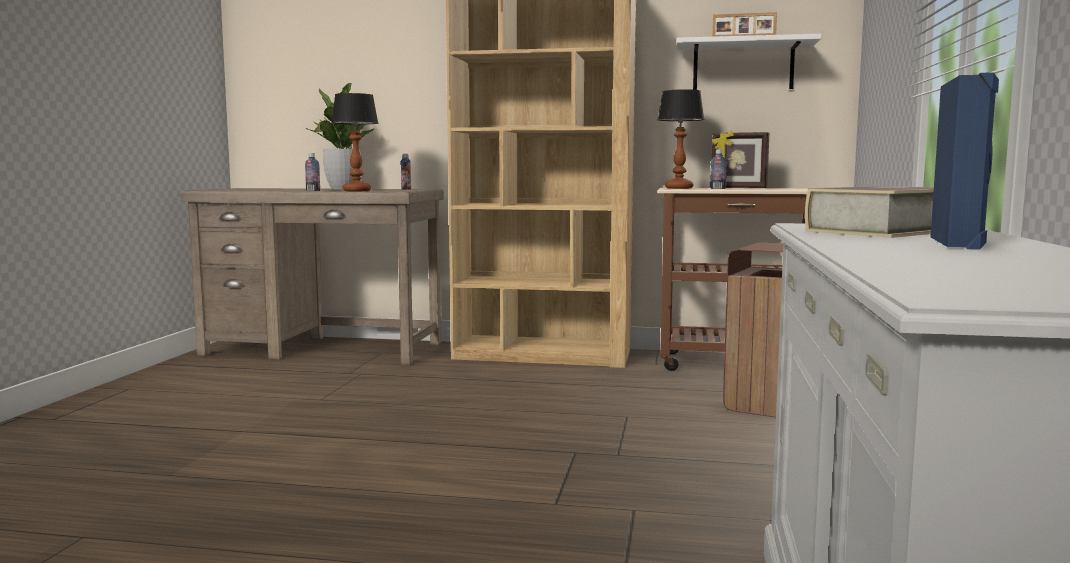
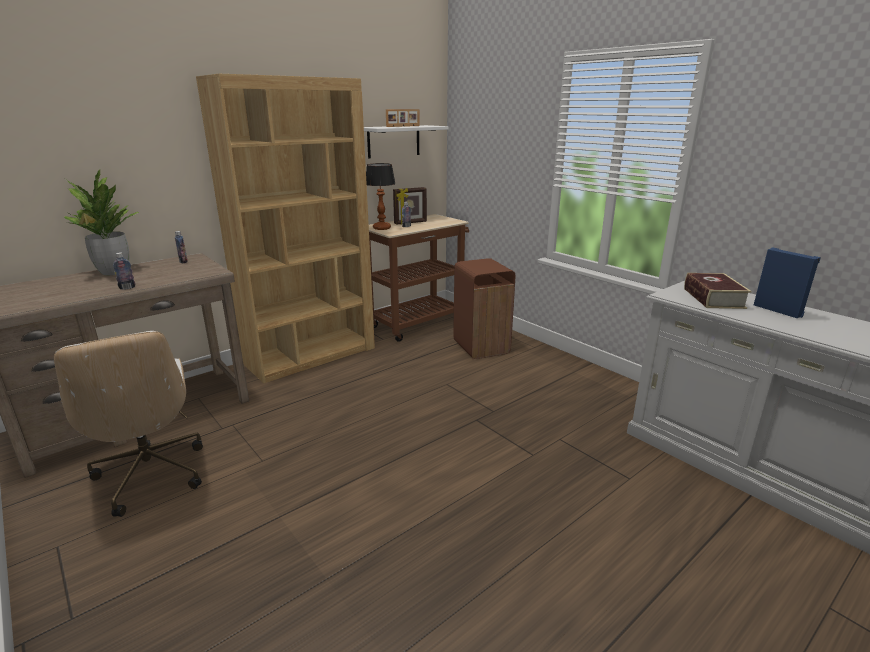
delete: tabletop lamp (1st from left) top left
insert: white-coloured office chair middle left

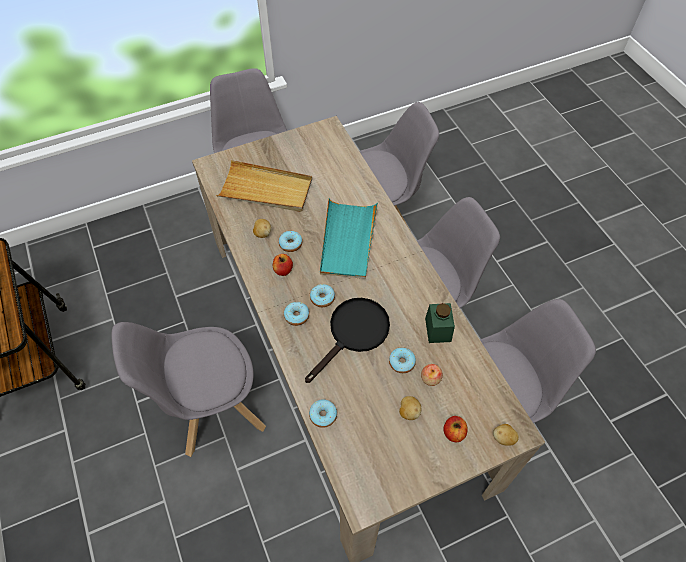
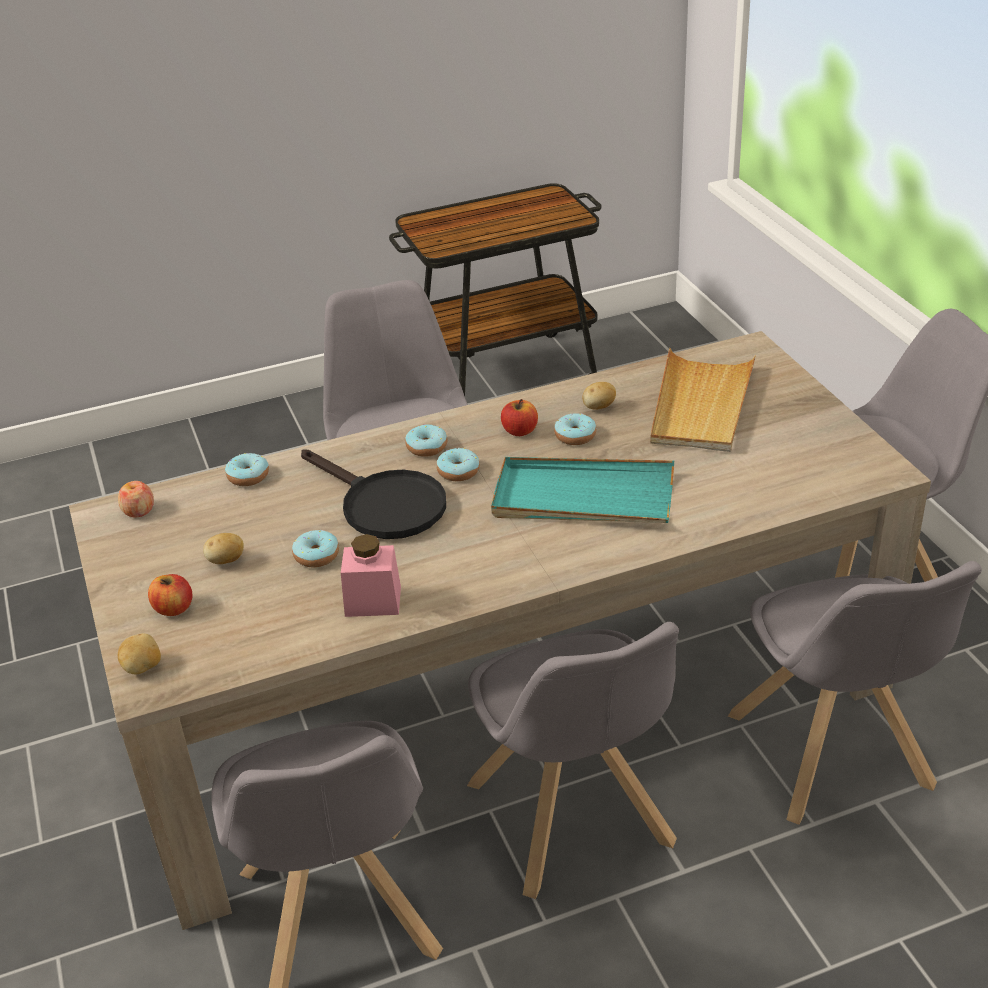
move: apple fruit (2nd from left in the first image) bottom centre to apple fruit (1st from left) middle left
recolor: greenish storage jar centre to pinkish storage jar centre

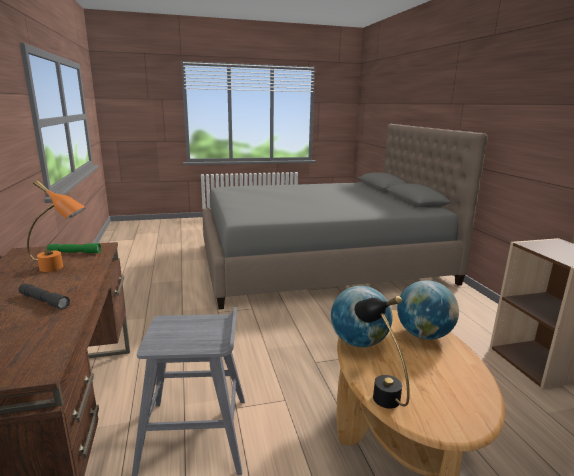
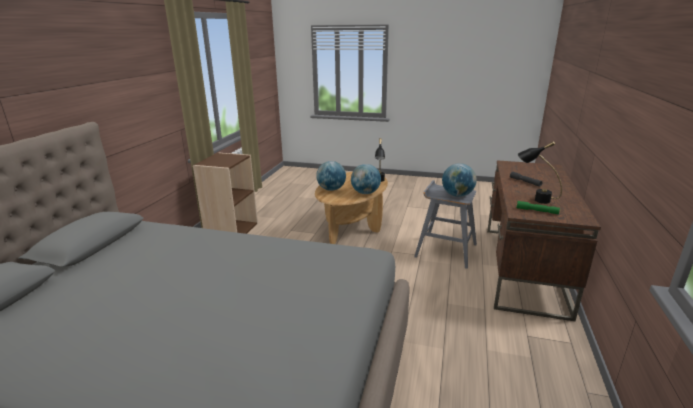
insert: globe (3rd from left) centre
recolor: orange-coloured tabletop lamp middle left to black-coloured tabletop lamp (2nd from left) middle right

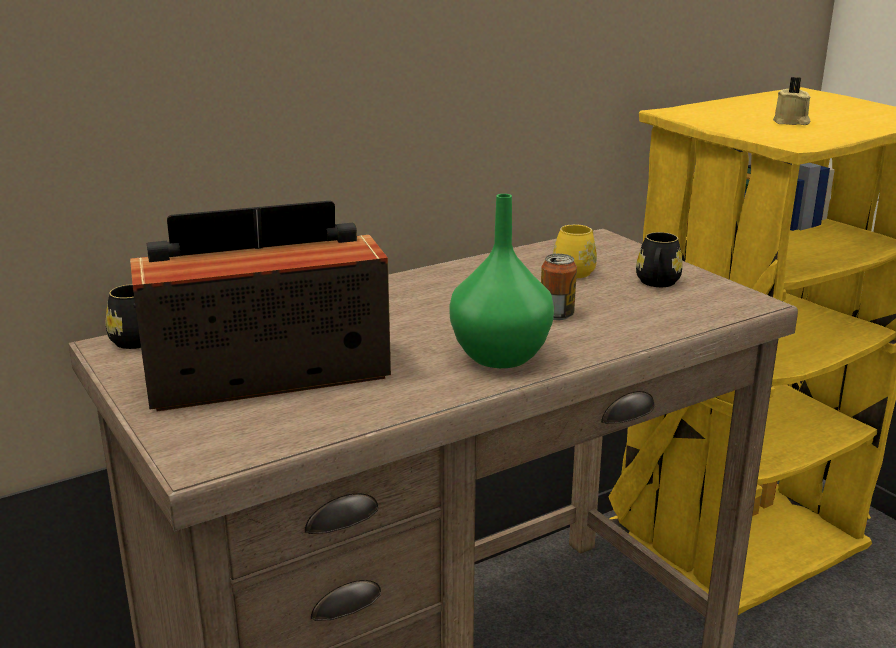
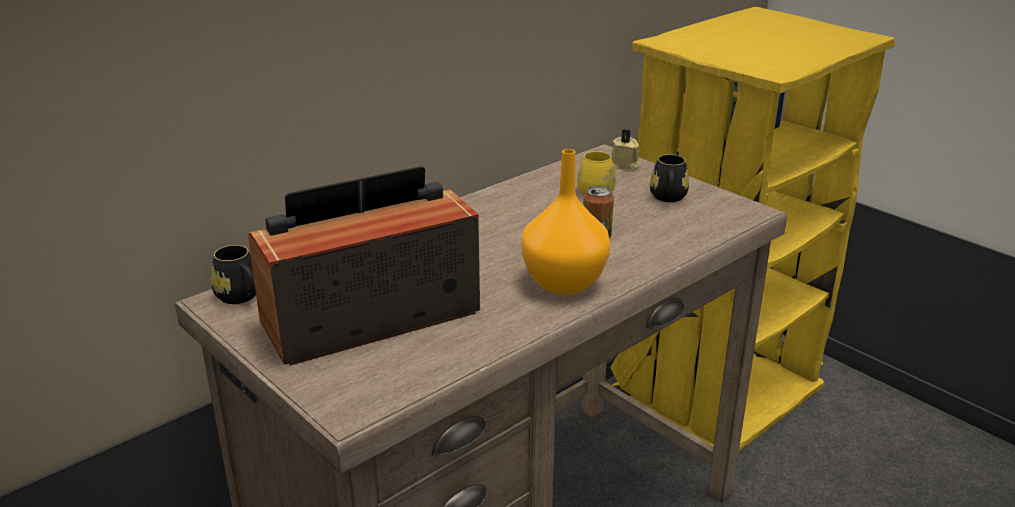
move: beige-coloured wax candle top right to top centre
recolor: greenish vase centre to orange-coloured vase centre

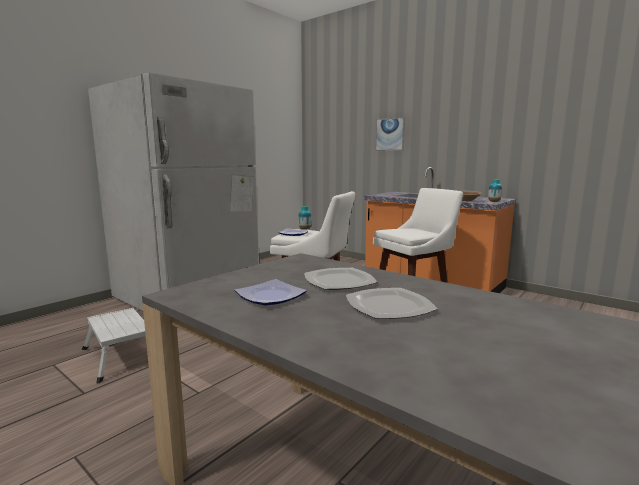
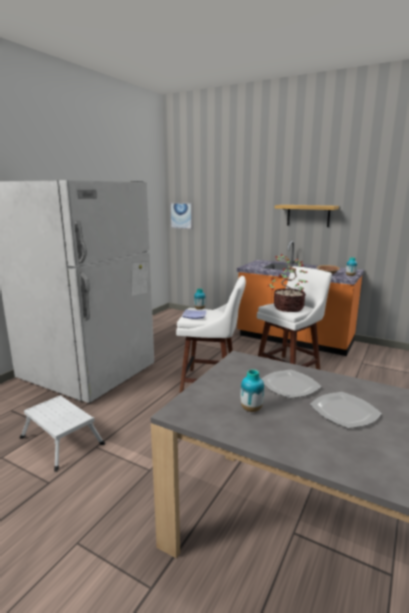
insert: potted plant middle right; shelf middle right
move: picture top centre to centre
replace: dinner plate (1st from left) centre to vase (2nd from left) centre

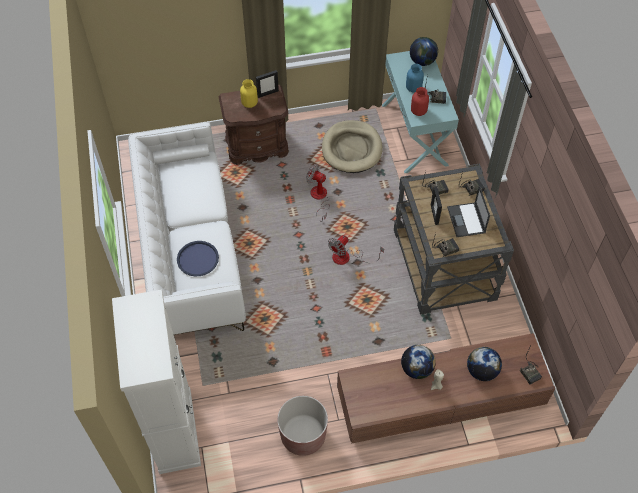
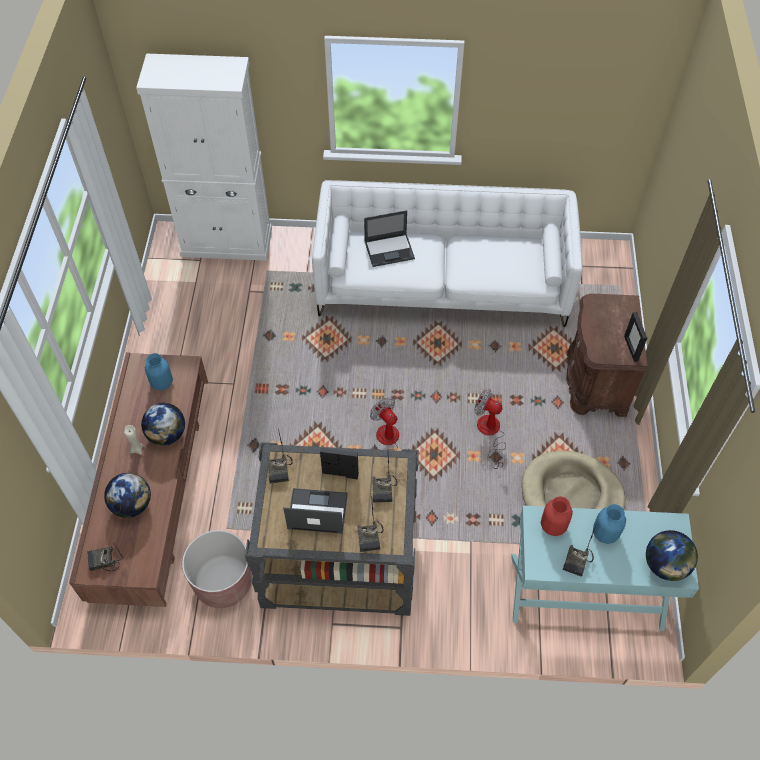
delete: yellowish vase top centre
insert: bluish vase (1st from left) middle left
move: brown-coloured flower pot bottom centre to bottom left
replace: bluish tray middle left to laptop (2nd from left) top centre
rotate: cooling fan (1st from left in the first image) centre = centre 105 degrees counterclockwise

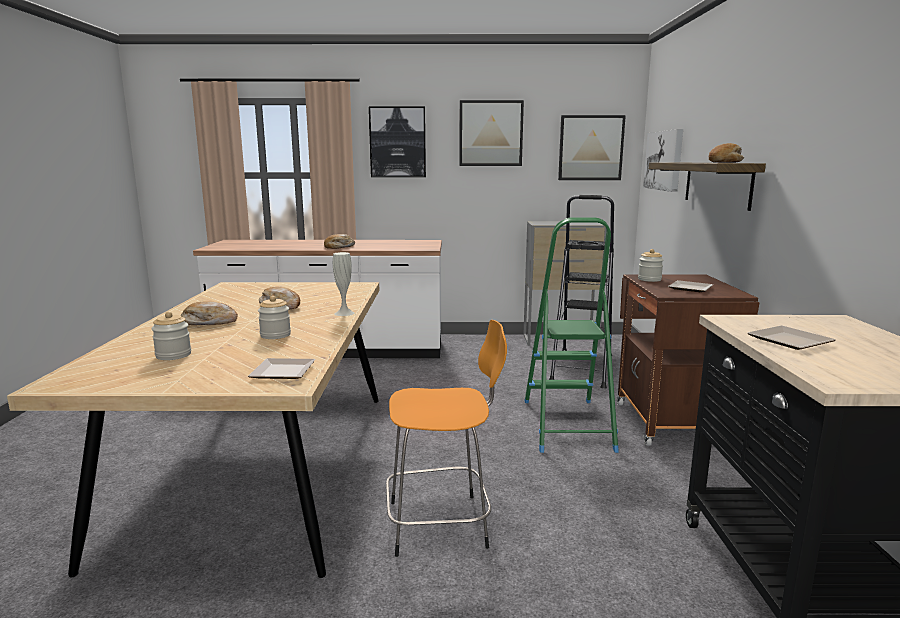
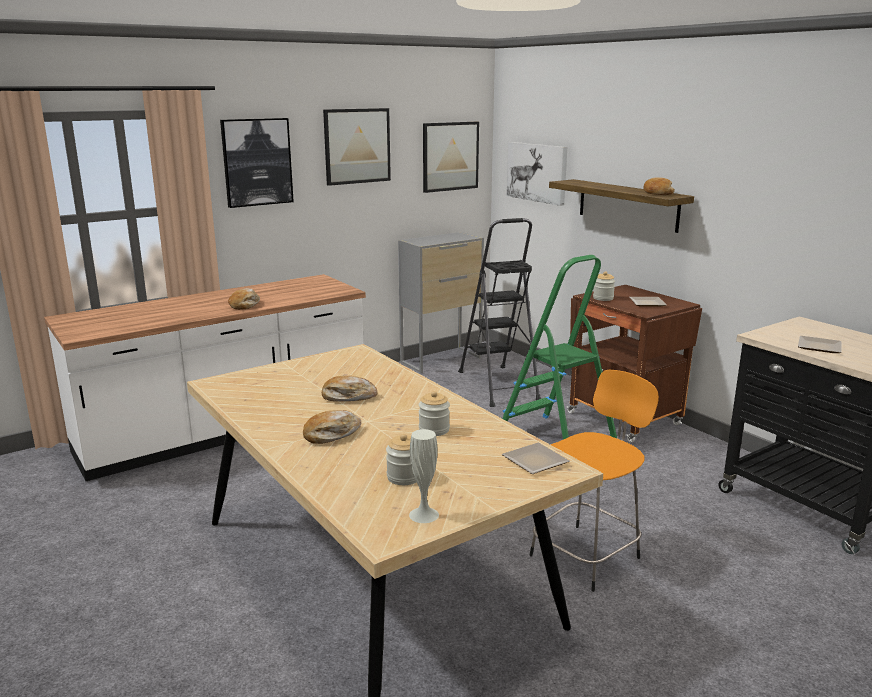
move: white-coloured vase centre to bottom centre

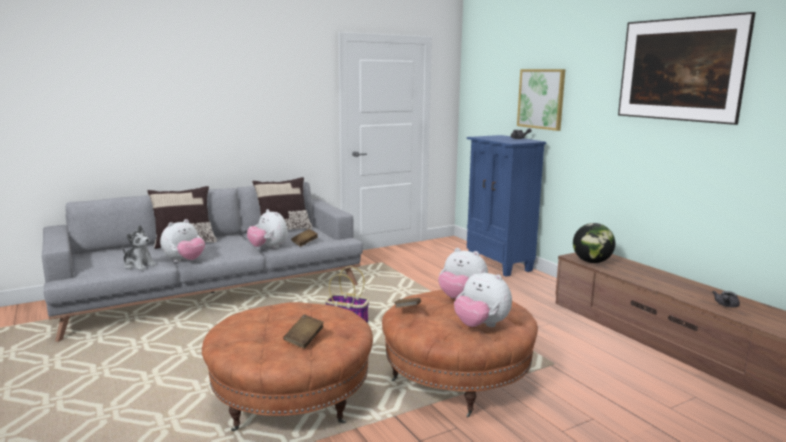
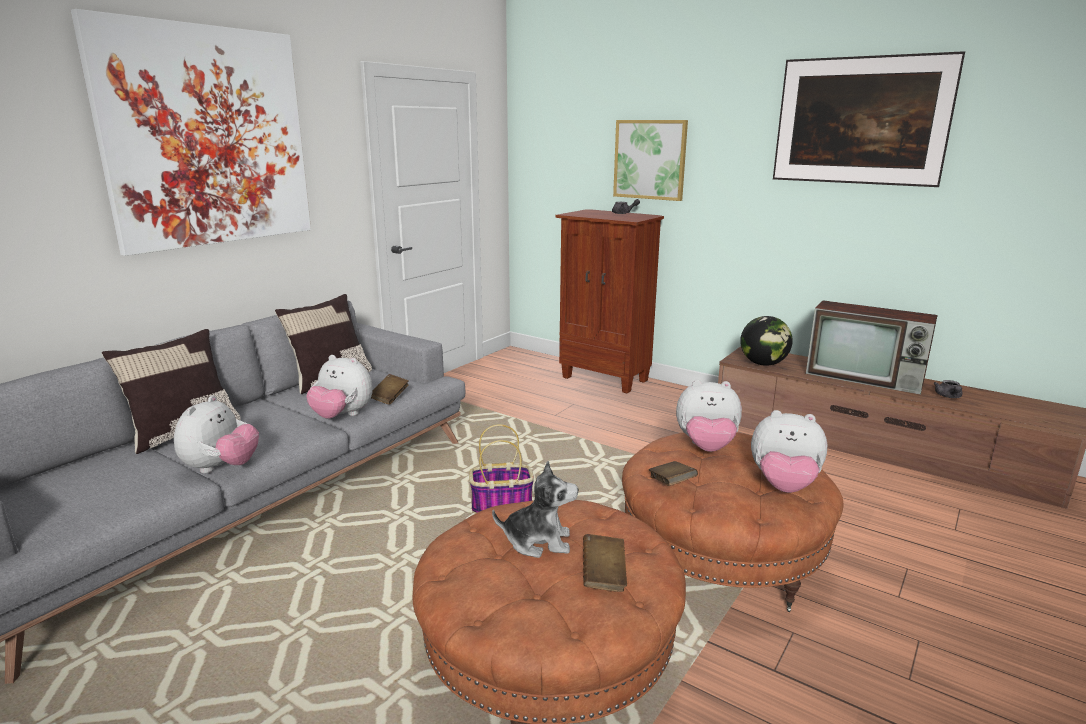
insert: picture (1st from left) top left; TV set middle right
move: plush toy (1st from left in the first image) middle left to plush toy (3rd from left) bottom centre
recolor: bluish storage cabinet centre to brown-coloured storage cabinet centre

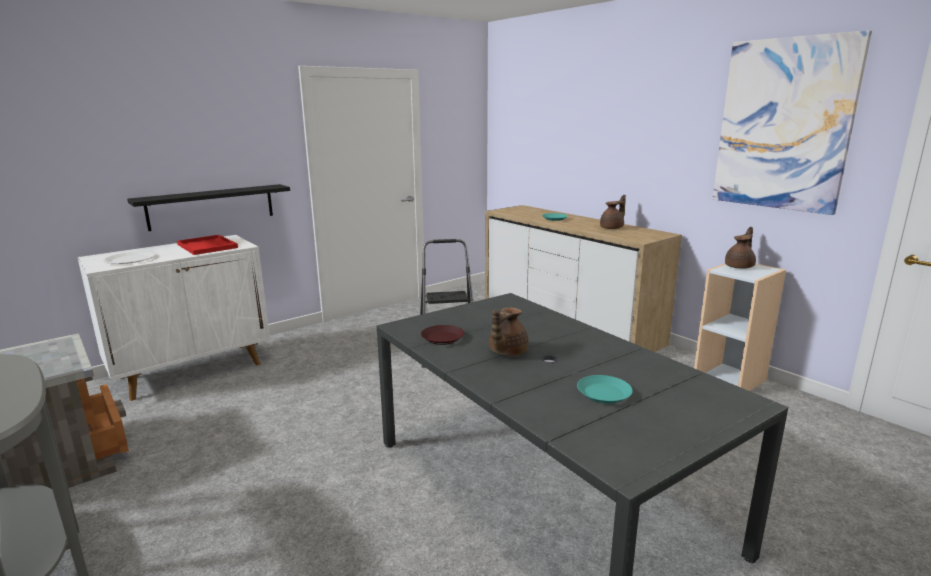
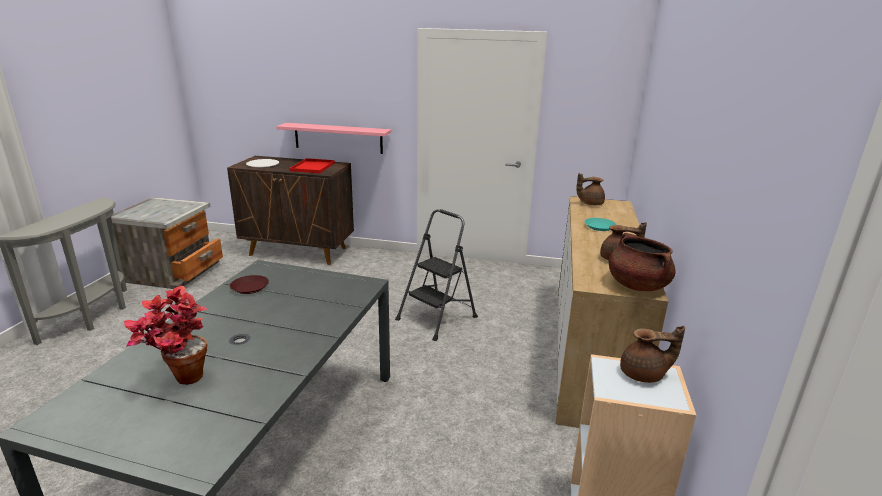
delete: picture top right
insert: brown-coloured cooking pot middle right
move: brown-coloured pot for tea (1st from left) centre to middle right
replace: turquoise-coloured dinner plate (2nd from left) bottom centre to potted plant bottom left
recolor: white-coloured storage cabinet middle left to brown-coloured storage cabinet middle left; black-coloured shelf middle left to pinkish shelf top centre

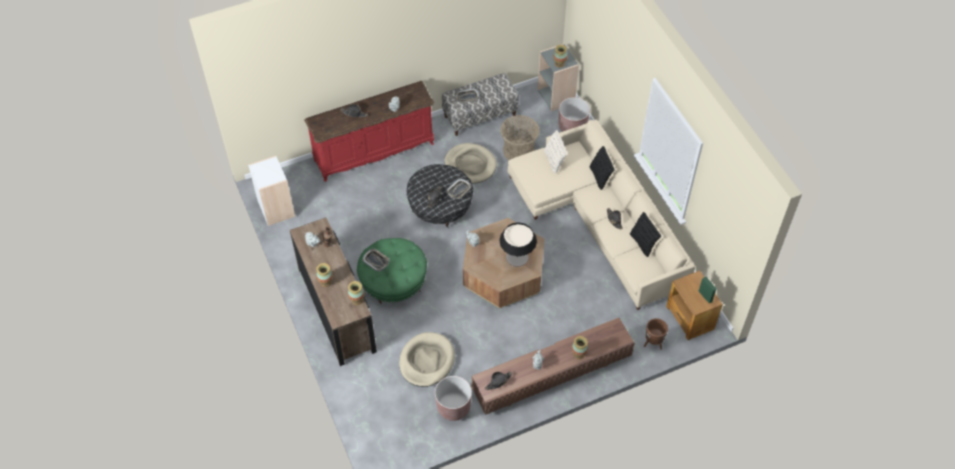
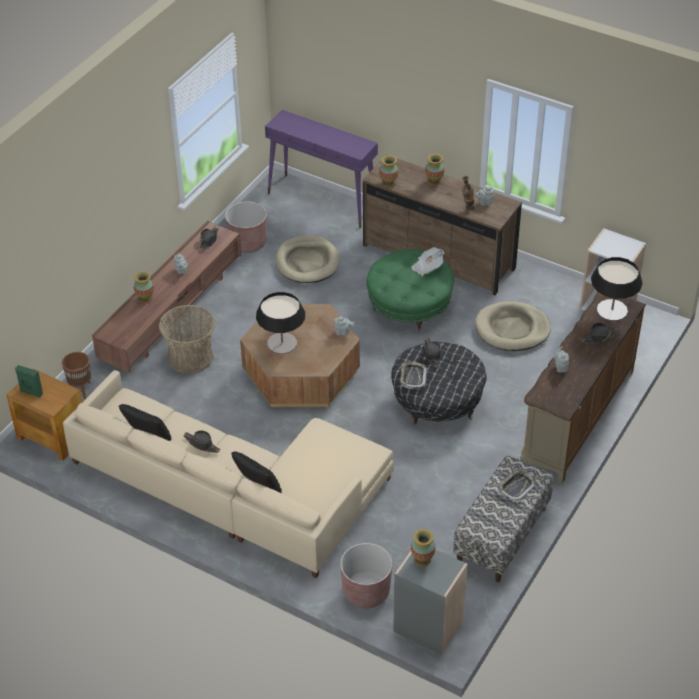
delete: beige-coloured throw pillow top centre
insert: purplish narrow table top centre; tabletop lamp (2nd from left) middle right
move: beige-coloured dog cushion (2nd from left) centre to middle right; storage basket top centre to middle left
replace: tray (1st from left) centre to newspaper centre
recolor: reddish storage cabinet top centre to beige-coloured storage cabinet middle right

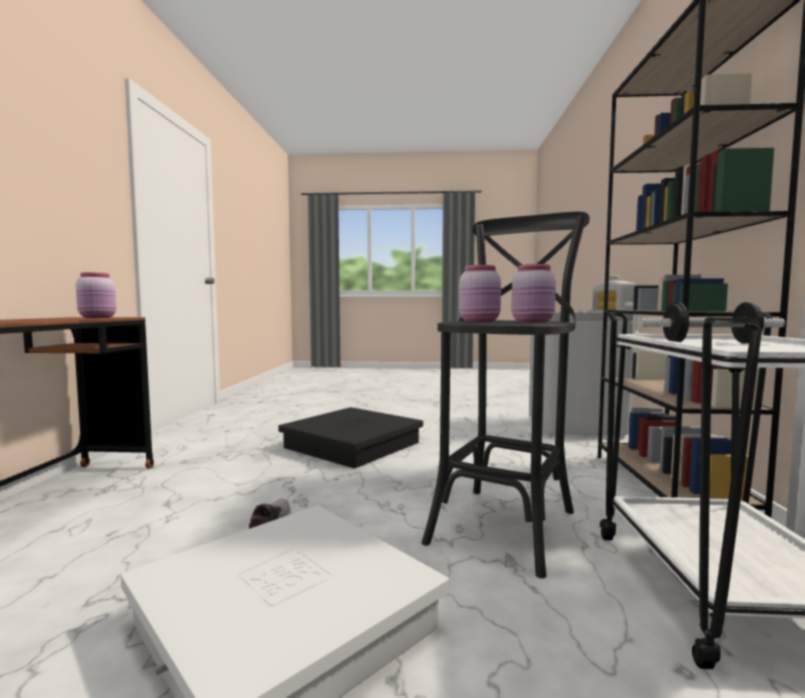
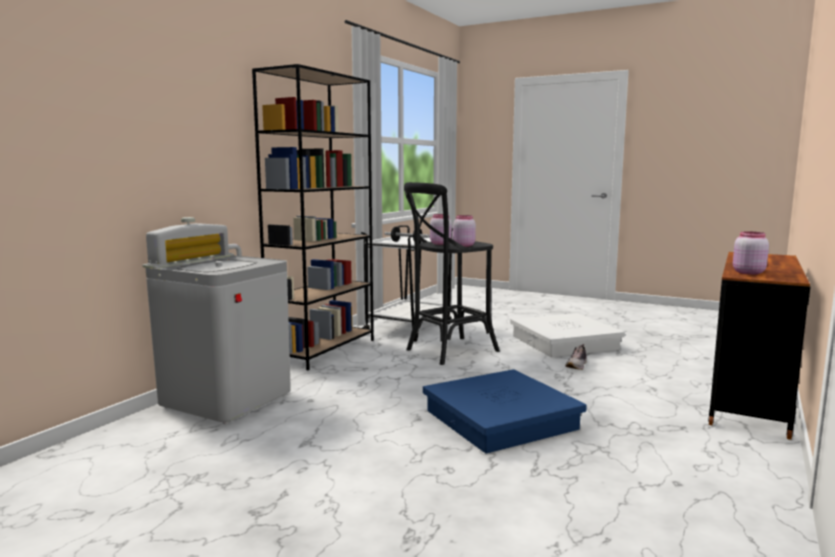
recolor: black-coloured storage container centre to bluish storage container bottom centre

